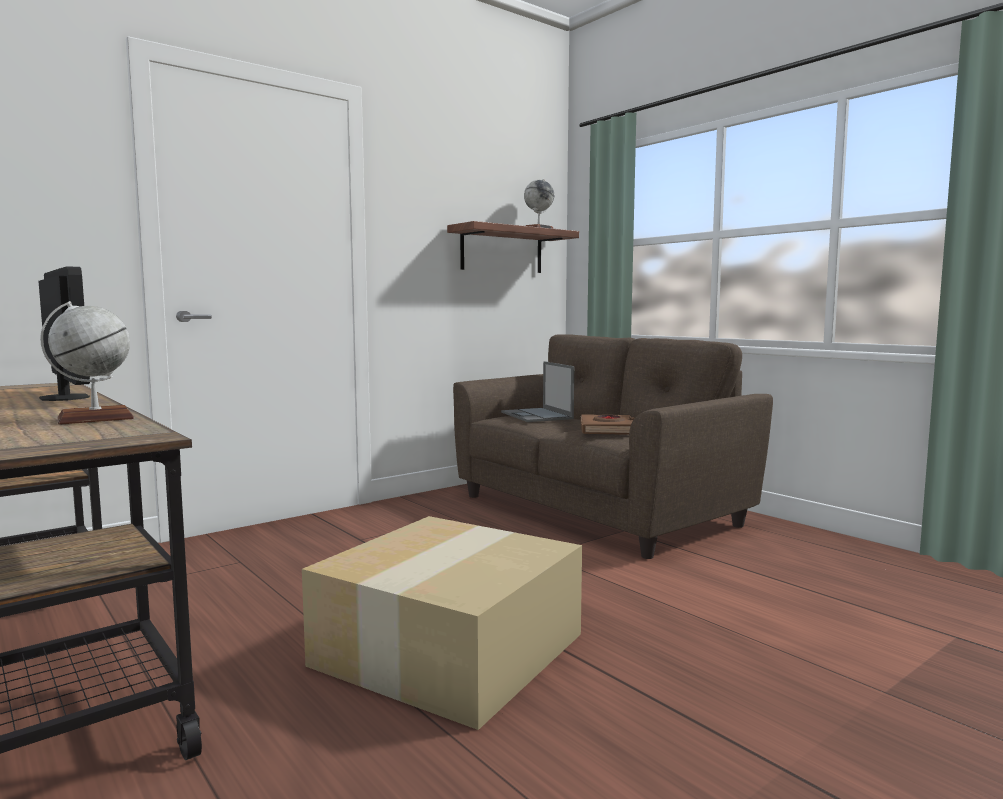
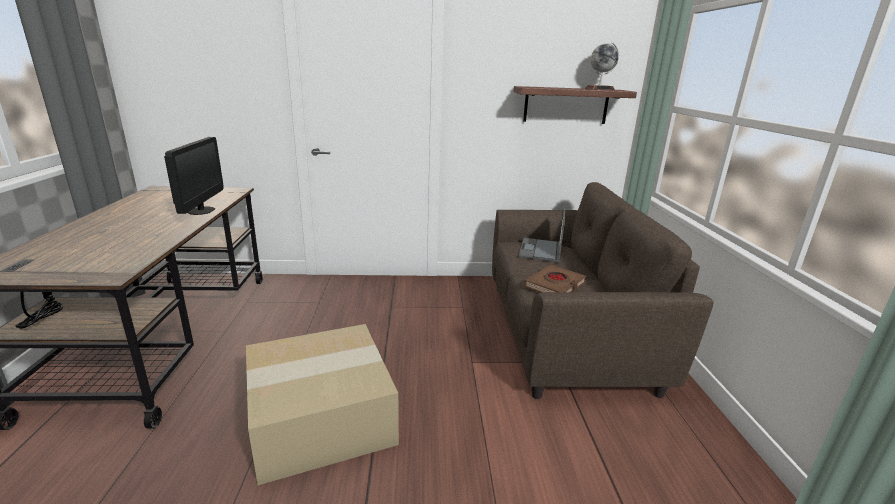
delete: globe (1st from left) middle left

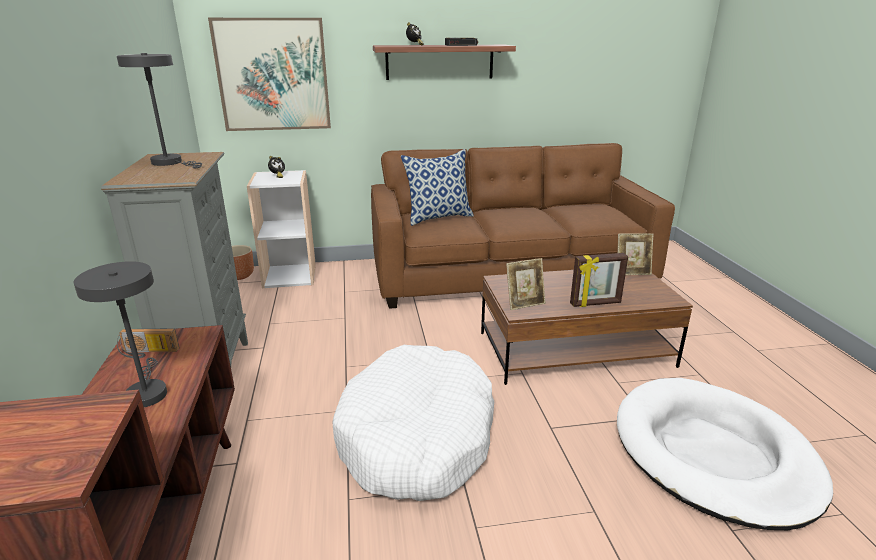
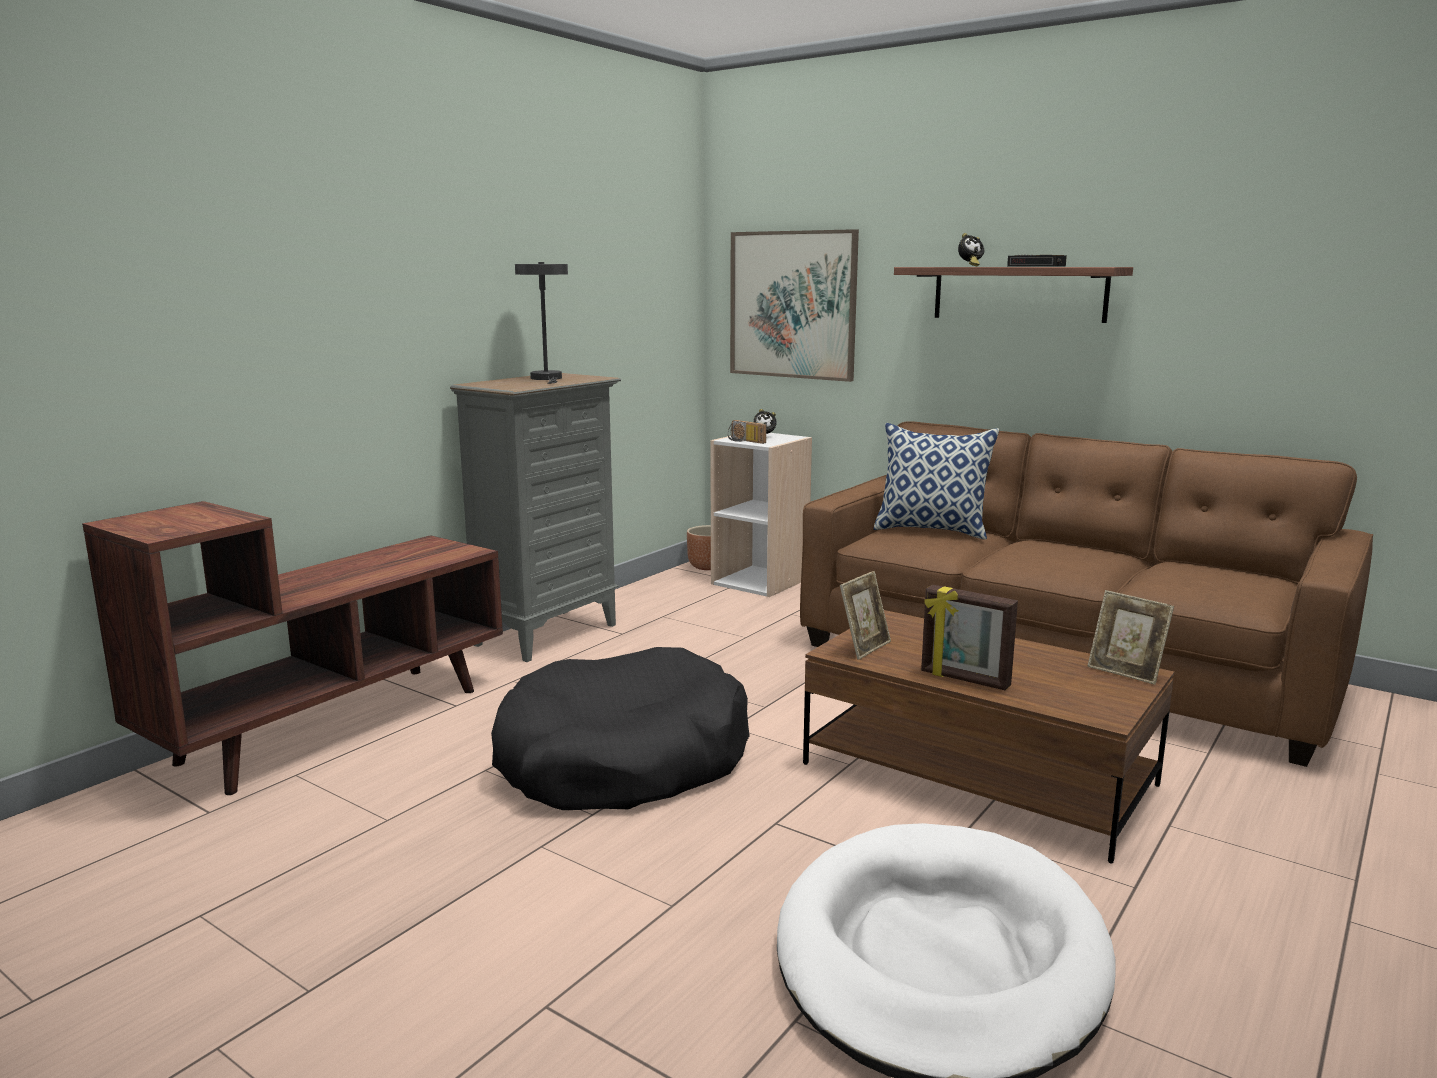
delete: gray tabletop lamp (1st from left) middle left
move: radio receiver middle left to centre
recolor: white-coloured dog cushion (1st from left) bottom centre to black-coloured dog cushion bottom centre
rotate: picture frame (1st from left) centre = centre 75 degrees counterclockwise

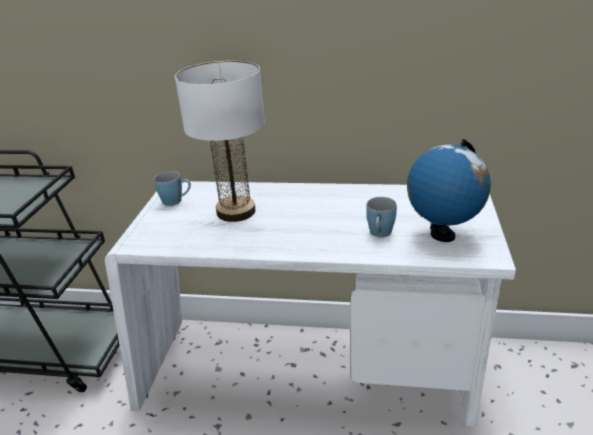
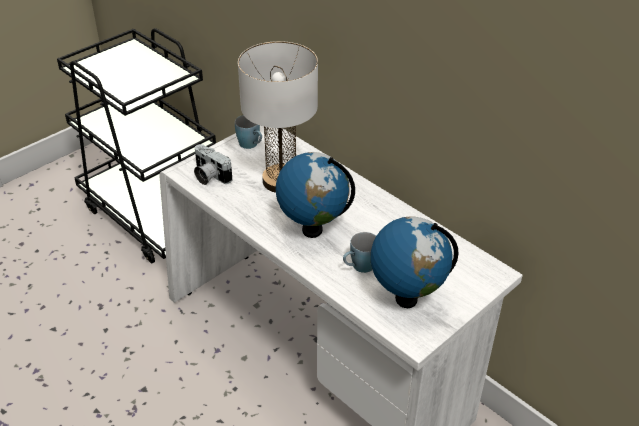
insert: still camera centre; globe (1st from left) centre

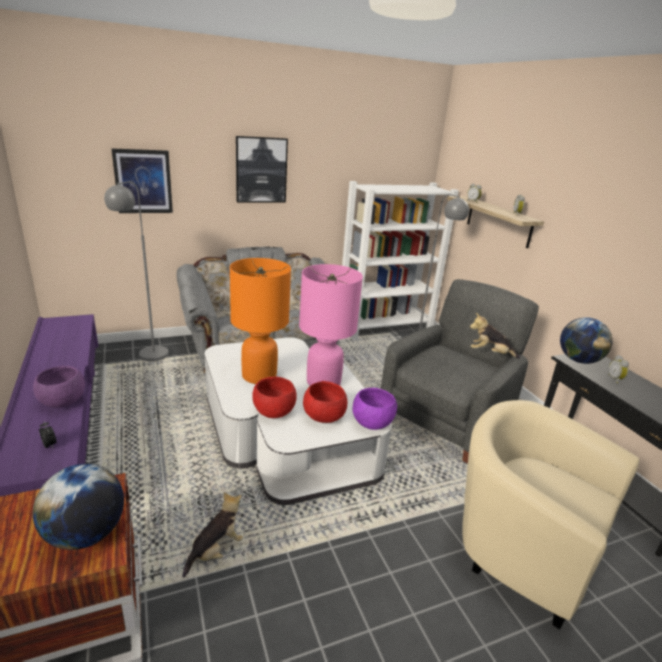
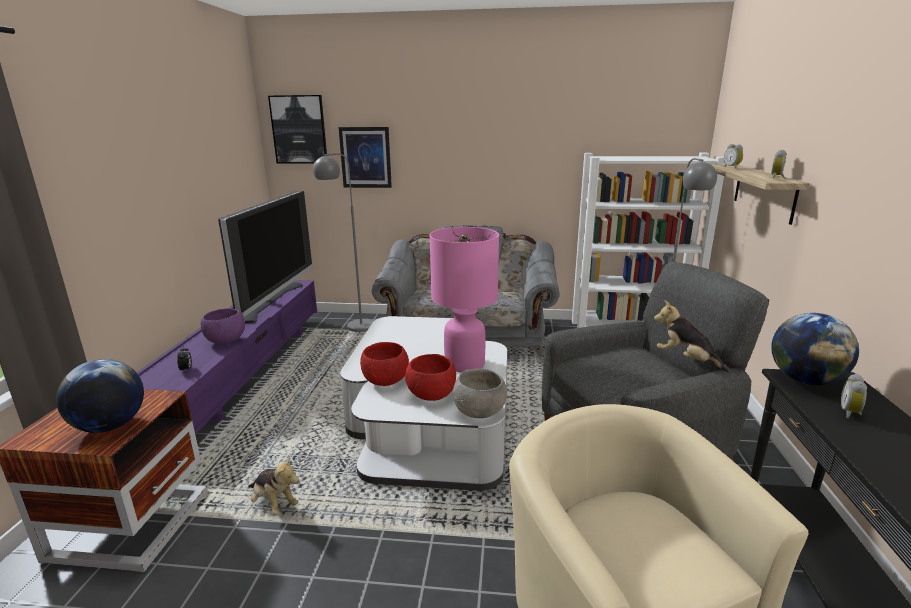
delete: orange-coloured tabletop lamp centre
insert: TV set middle left
move: picture (2nd from left in the first image) top centre to picture (1st from left) top left
recolor: purplish deep dish (2nd from left) centre to gray deep dish centre
rotate: plush toy (1st from left) bottom left = bottom left 60 degrees clockwise

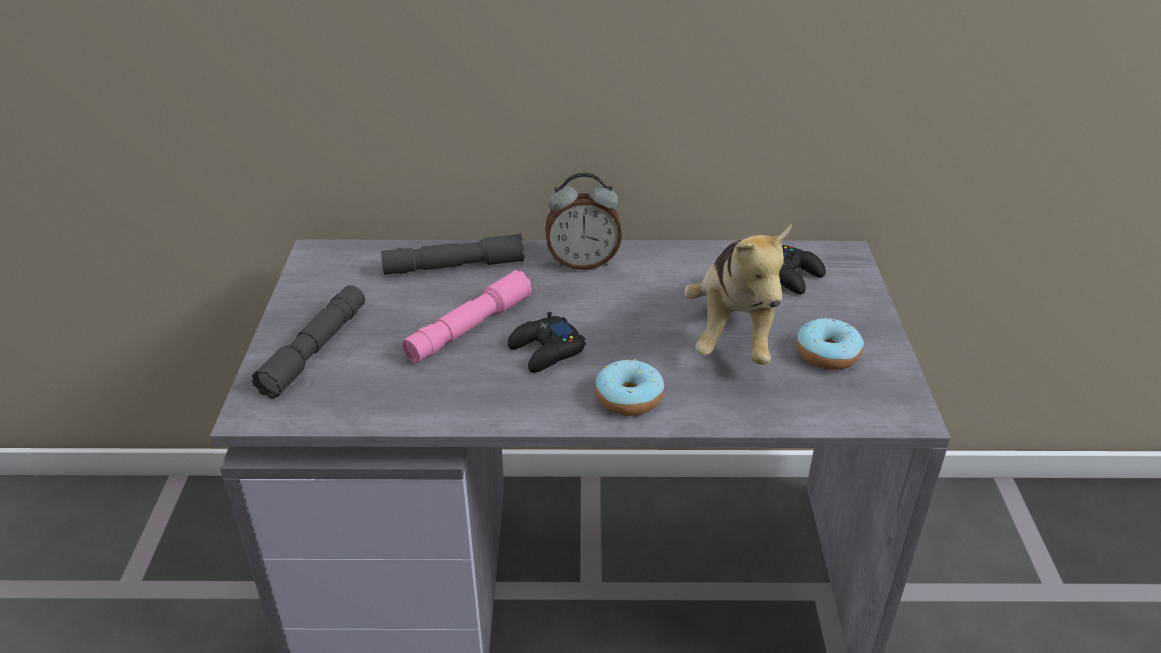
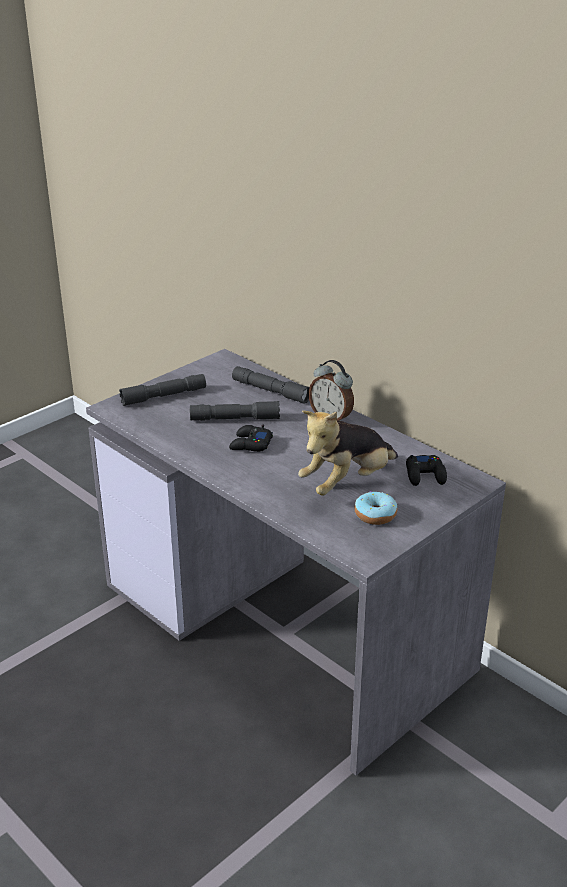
delete: ring doughnut (1st from left) centre
recolor: pinkish torch centre to gray torch (2nd from left) centre

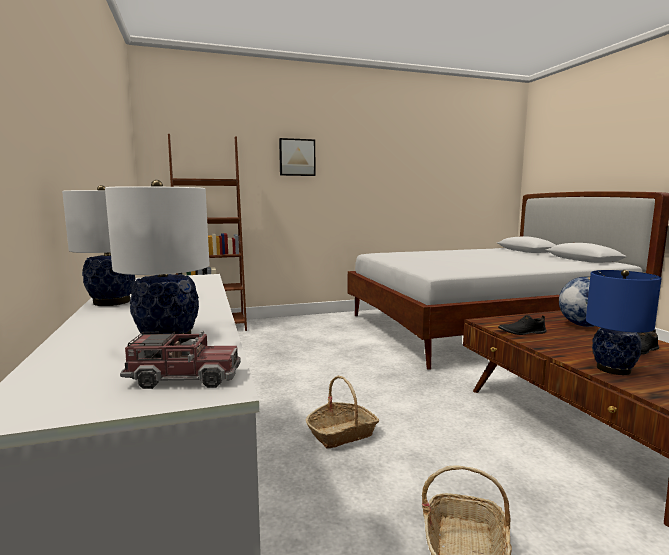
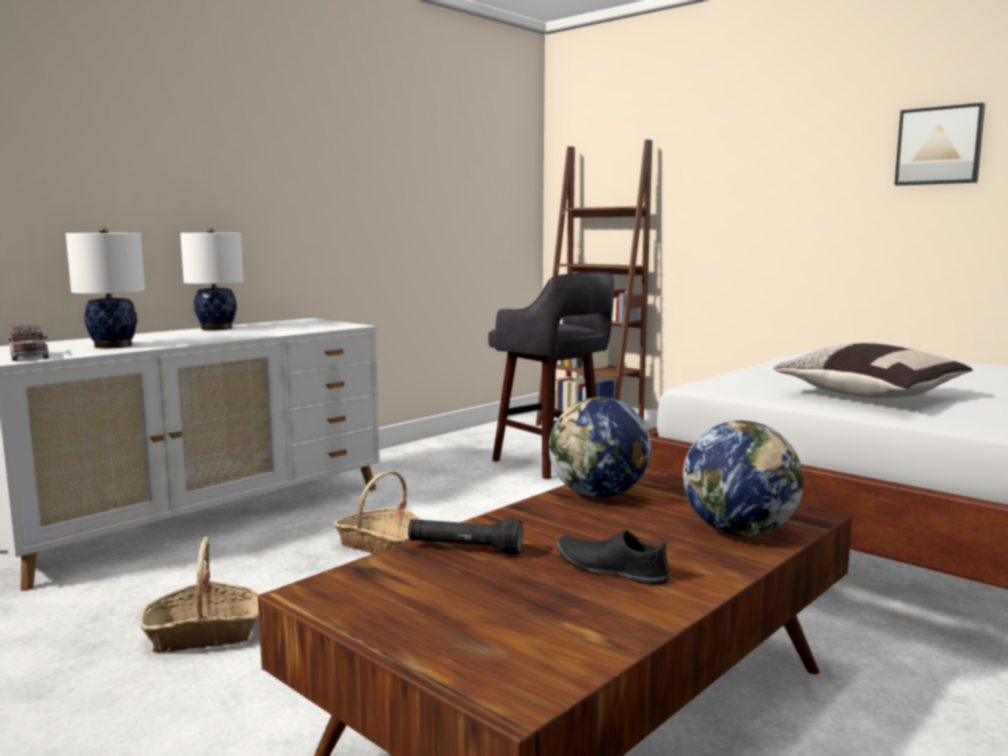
insert: gray stool centre; throw pillow middle right
move: picture top centre to top right
replace: black-coloured item of footwear (1st from left) middle right to globe (1st from left) centre; bluish tabletop lamp middle right to black-coloured torch bottom centre

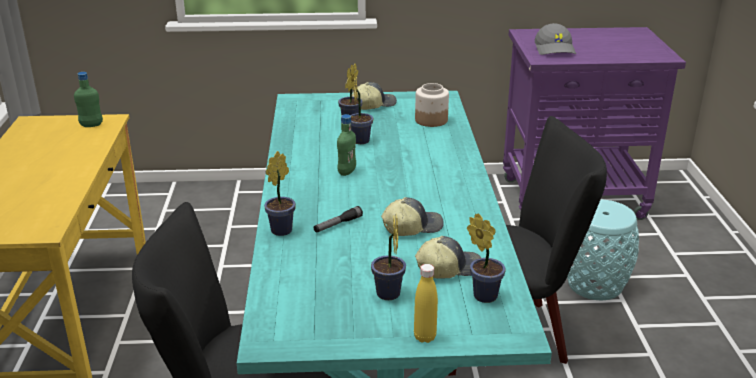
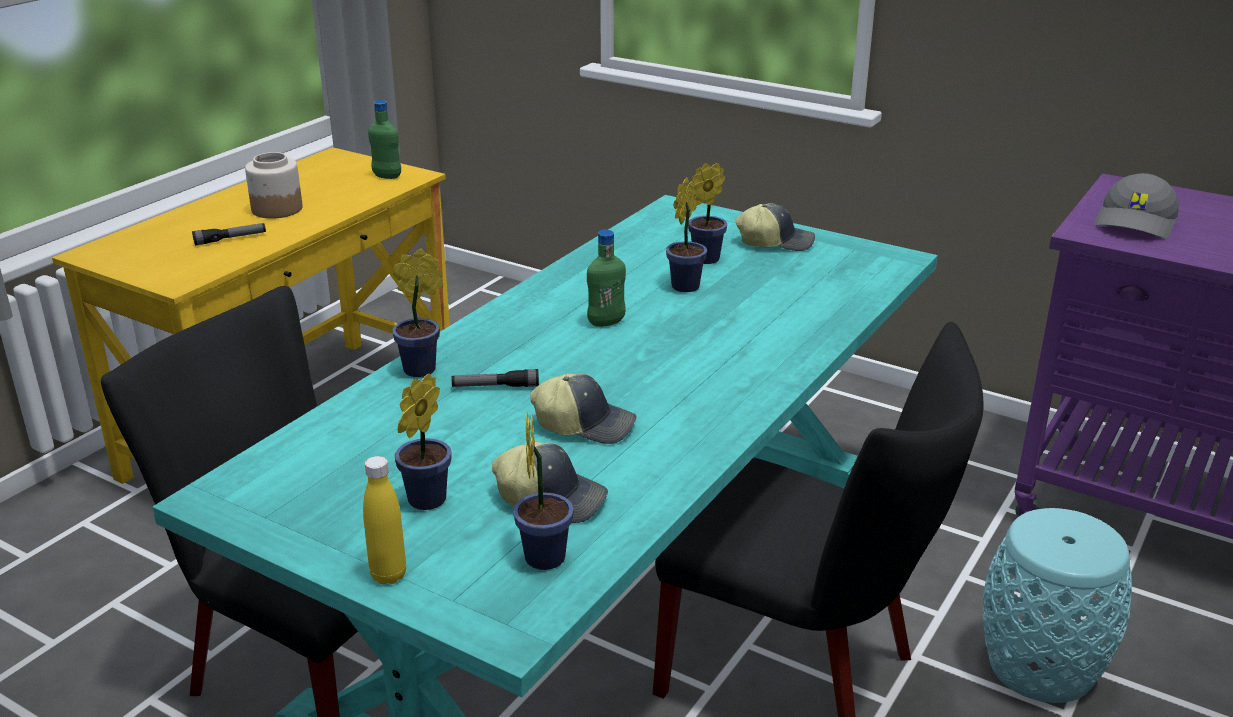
insert: torch (1st from left) top left
move: storage jar top centre to top left

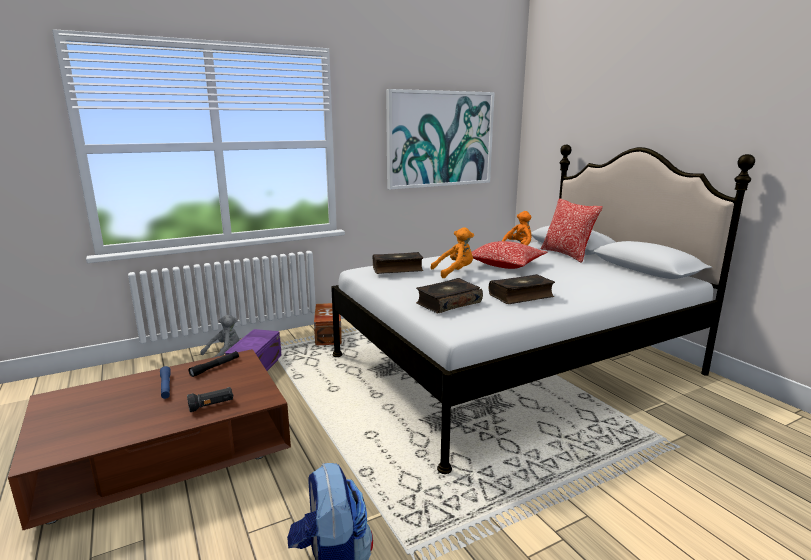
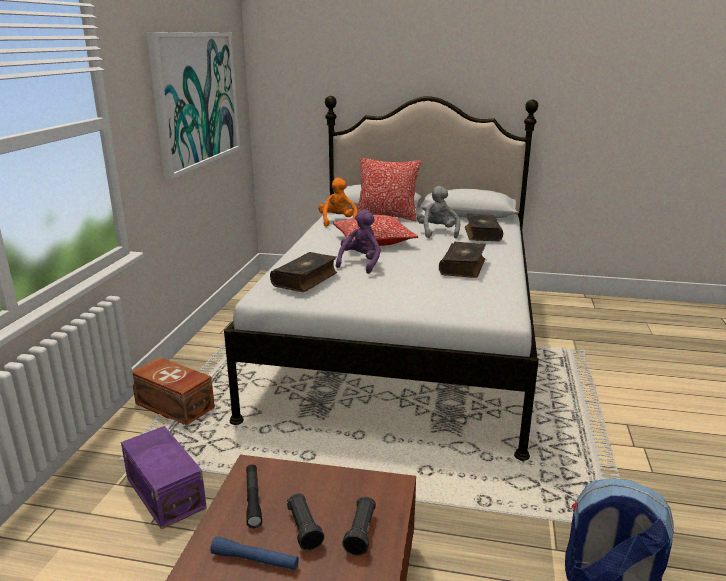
insert: black-coloured torch (2nd from left) bottom centre
move: gray plush toy middle left to centre; bound book (2nd from left in the first image) centre to bound book (3rd from left) middle right
recolor: orange-coloured plush toy (1st from left) centre to purplish plush toy centre

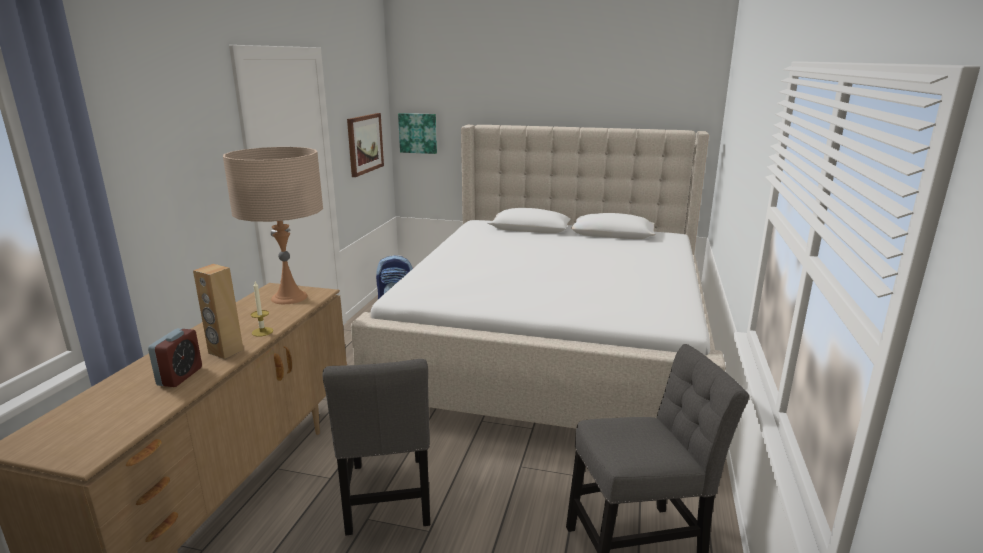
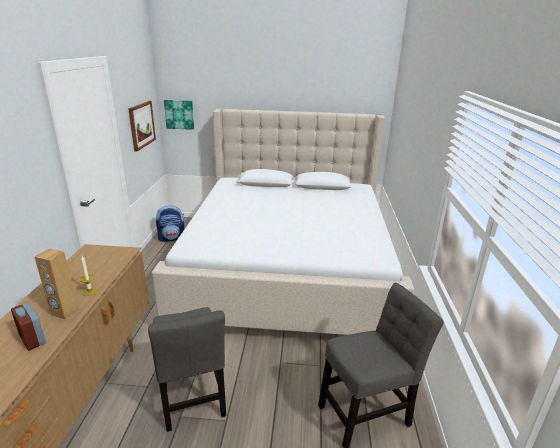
delete: beige-coloured tabletop lamp middle left
rotate: bedside clock middle left = bottom left 135 degrees clockwise

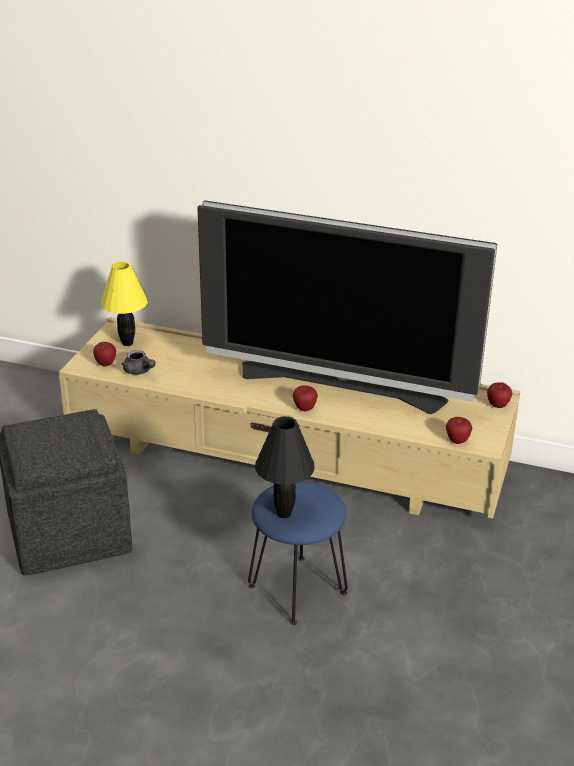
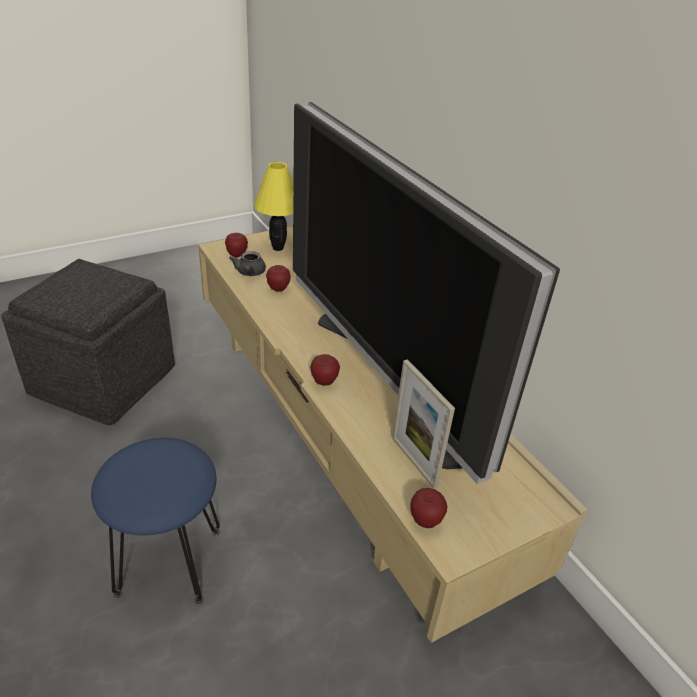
delete: black-coloured tabletop lamp centre
insert: picture frame centre
move: apple fruit (4th from left in the first image) middle right to apple fruit (2nd from left) centre

